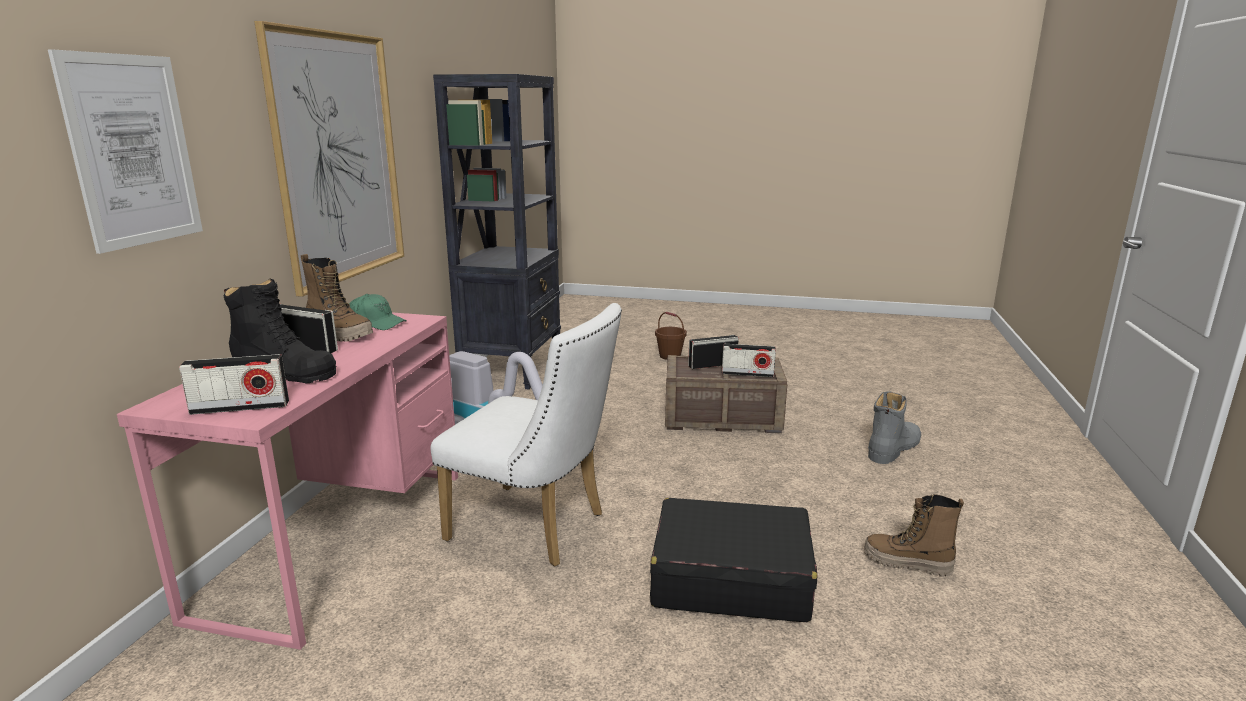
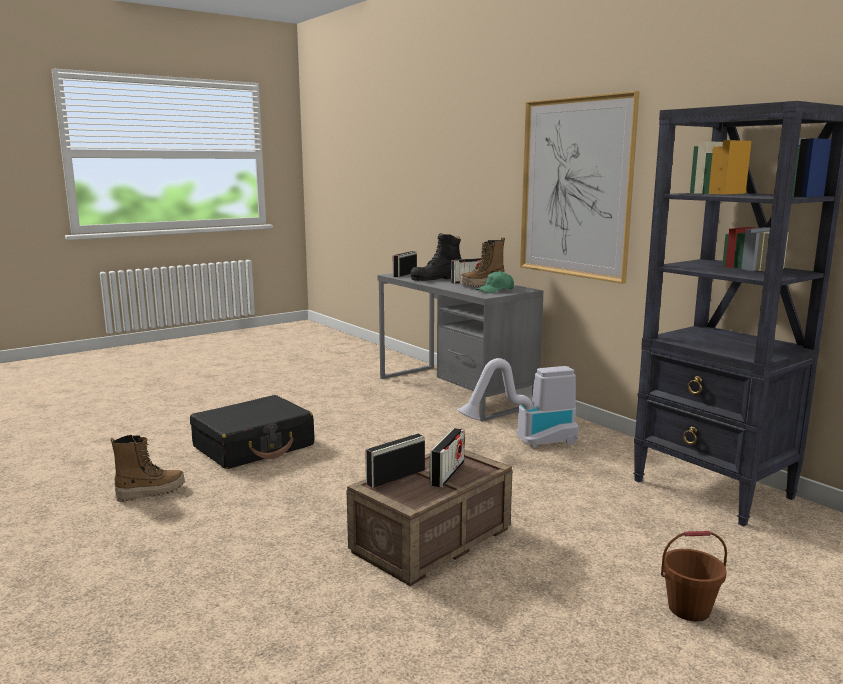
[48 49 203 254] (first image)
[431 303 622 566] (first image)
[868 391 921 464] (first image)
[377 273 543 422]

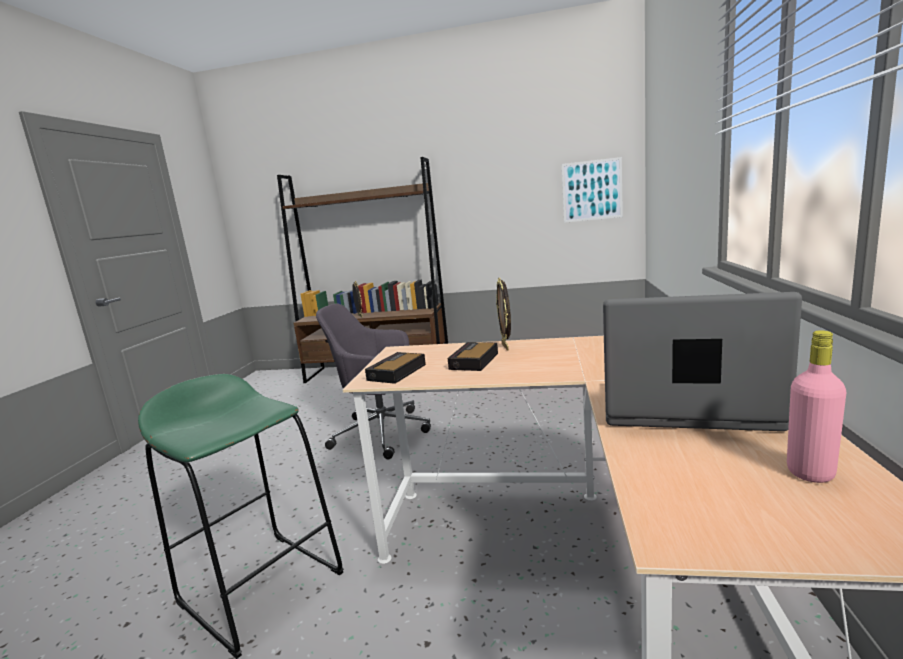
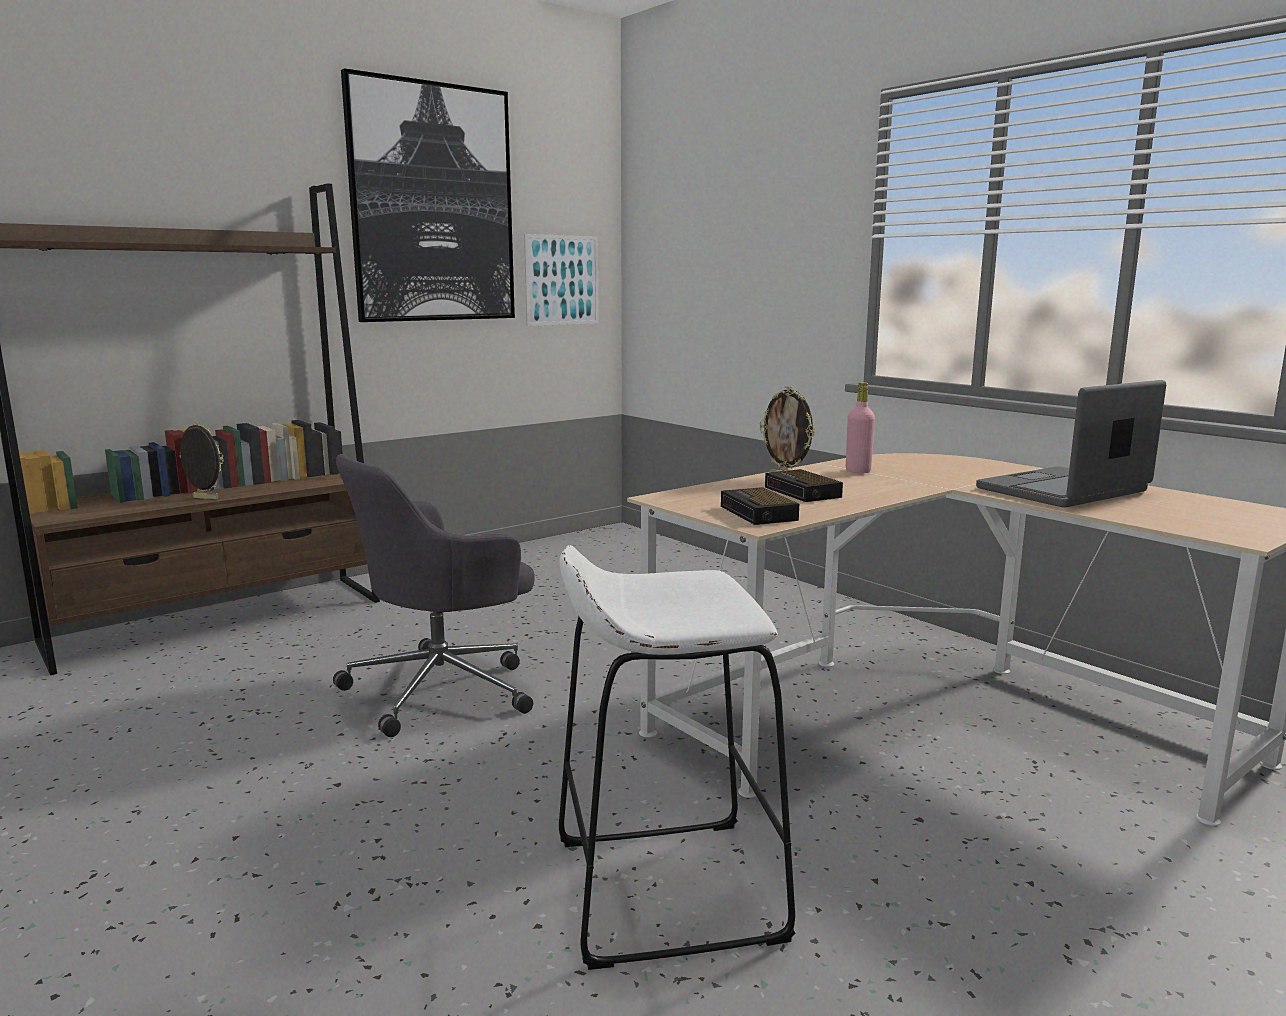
[341 68 515 322]
[846 382 875 474]
[559 545 796 970]

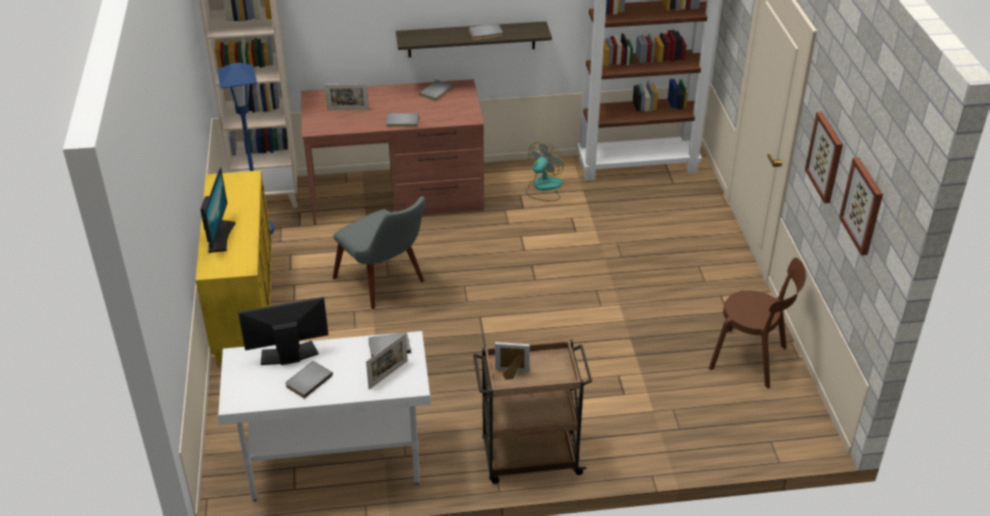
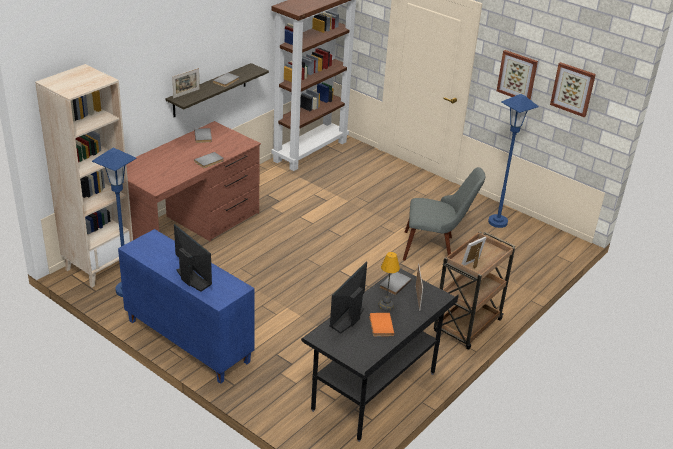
[526 141 564 201] (first image)
[378 252 400 311]
[172 68 200 98]
[403 167 485 261]
[488 94 539 228]
[118 229 255 384]
[301 268 459 442]
[370 313 394 336]

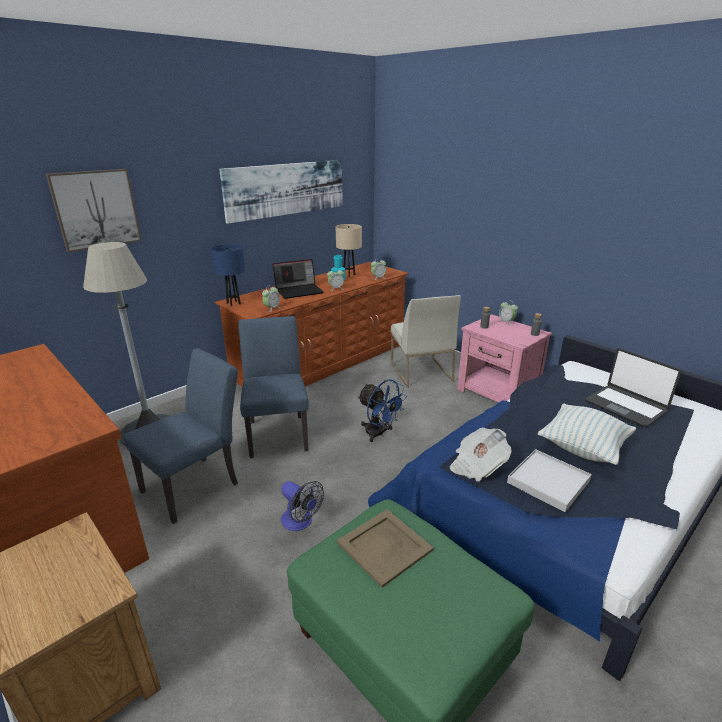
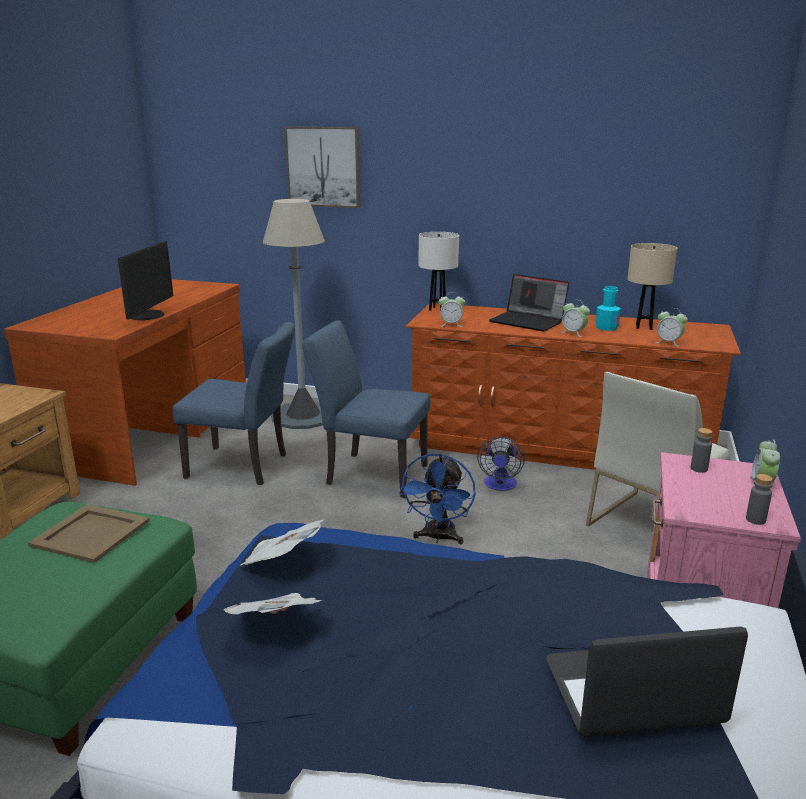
[219 160 343 224] (first image)
[538 404 636 465] (first image)
[118 241 173 320]
[477 437 525 491]
[223 593 323 614]
[419 232 459 311]
[302 320 430 498]
[546 626 748 737]

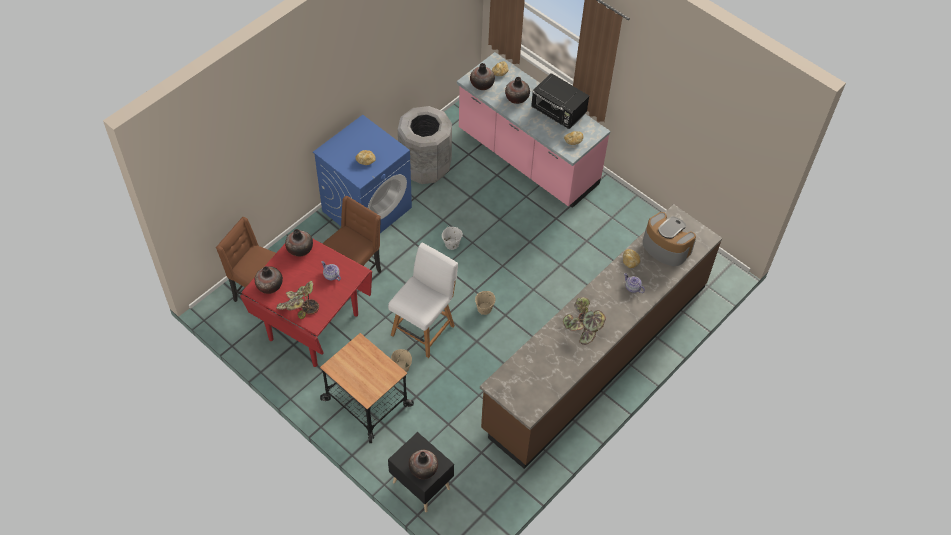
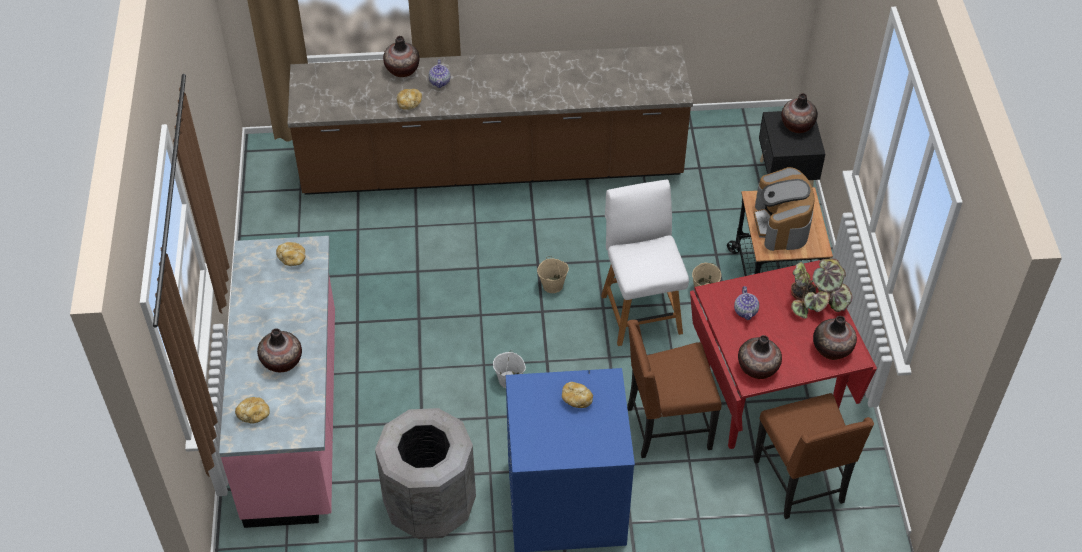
[531 73 589 129] (first image)
[563 297 606 345] (first image)
[383 36 420 77]
[754 167 815 251]
[601 180 689 346]

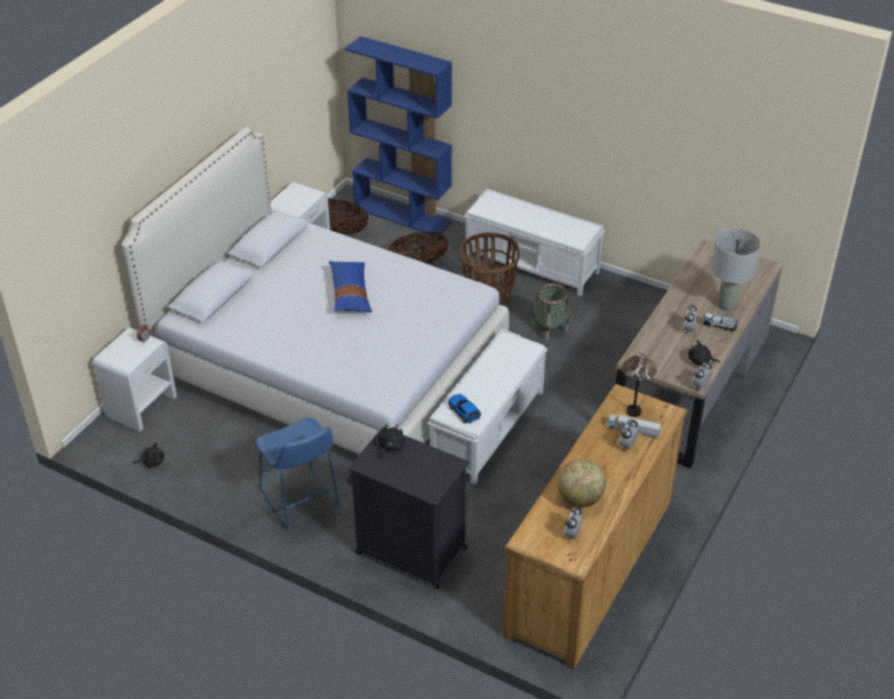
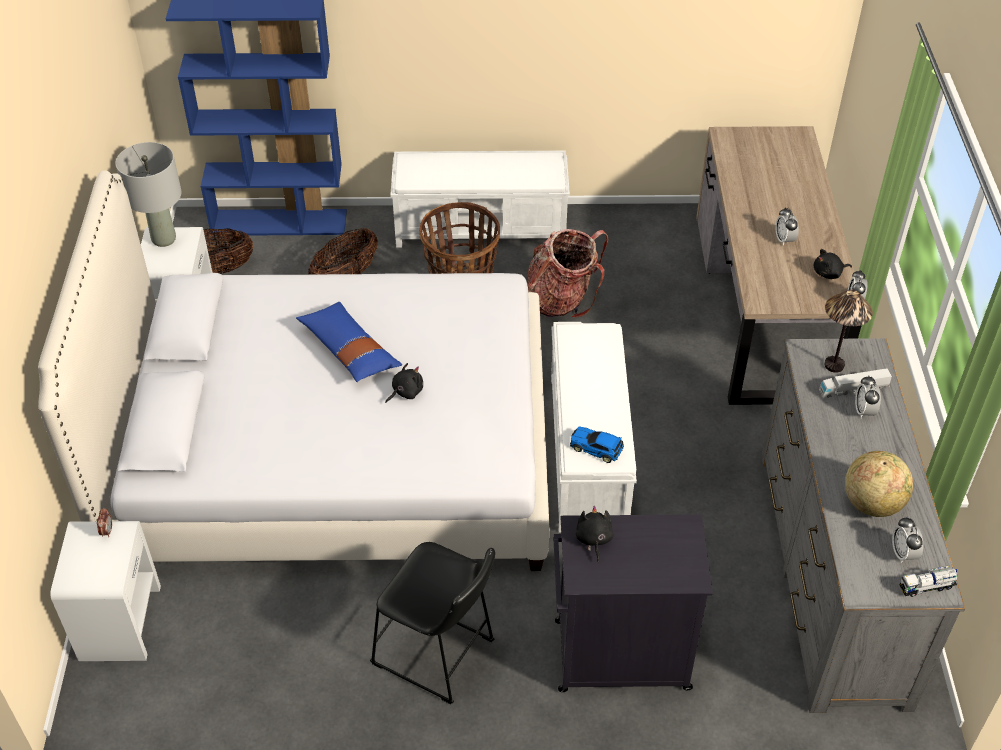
[385 363 423 403]
[900 566 958 597]
[116 142 182 247]
[527 229 608 318]
[370 542 495 704]
[761 338 965 713]

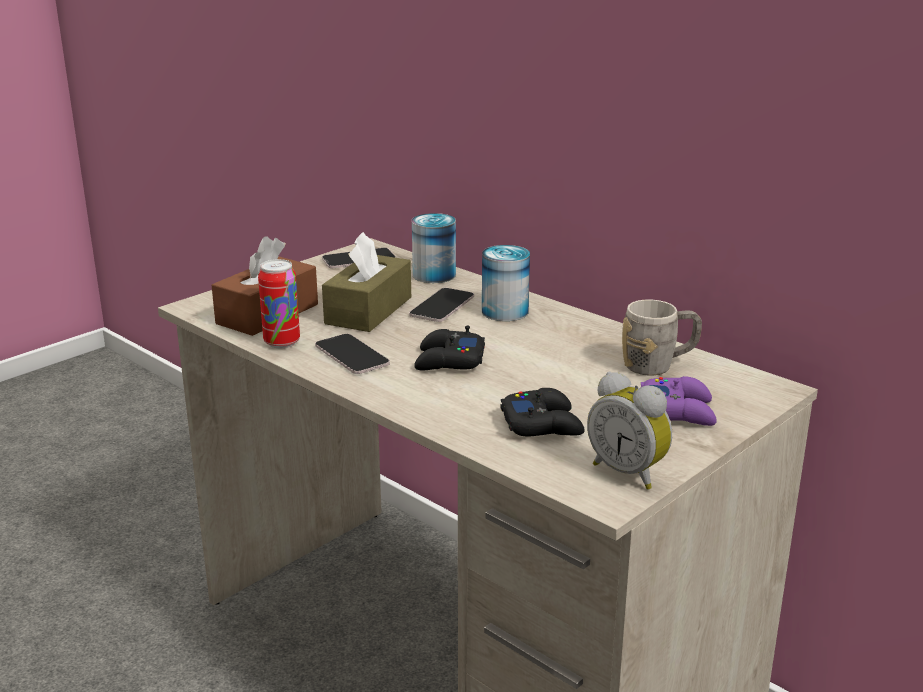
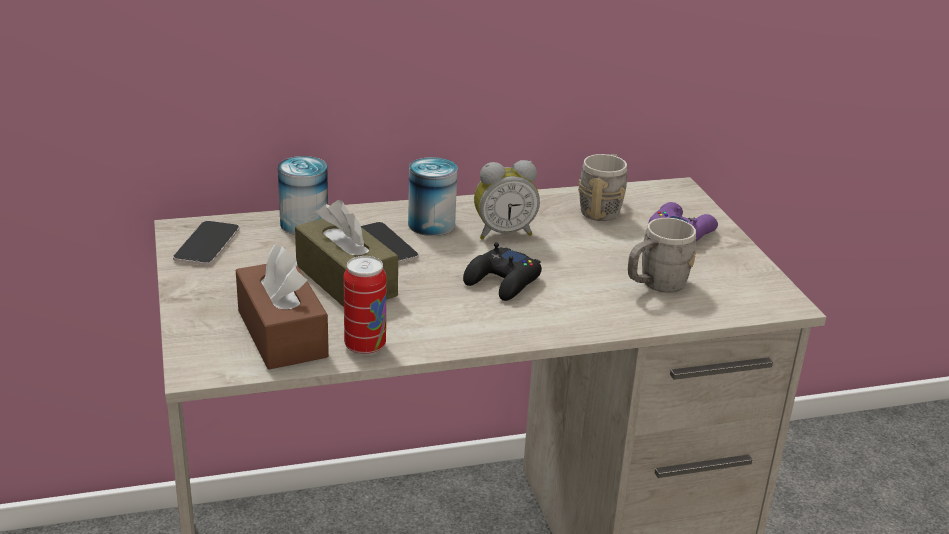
[315 334 390 374] (first image)
[474 160 540 240]
[628 218 696 293]

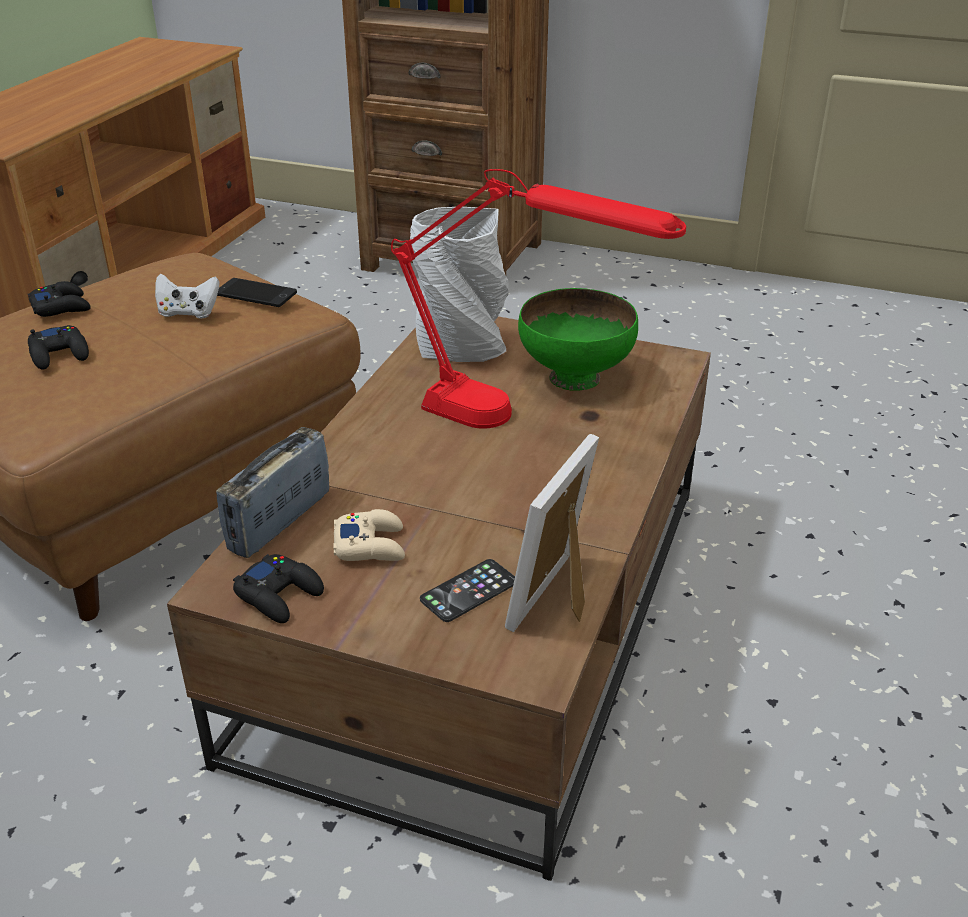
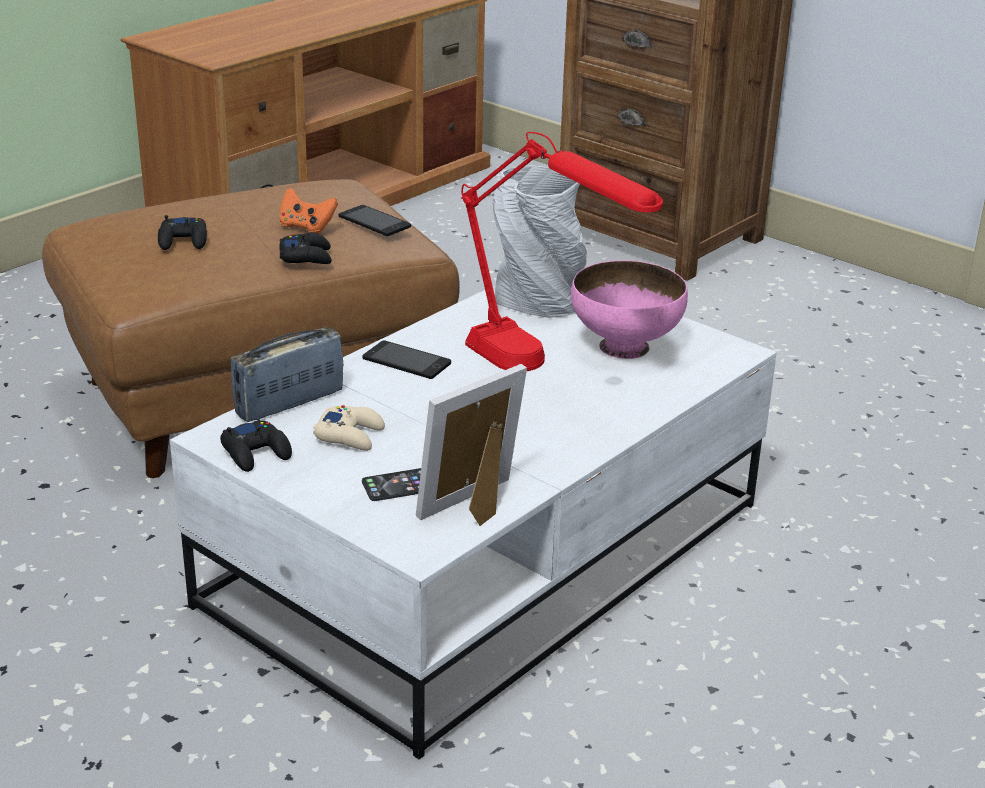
[362 340 451 379]
[280 233 332 264]
[280 188 338 233]
[170 285 777 759]
[571 260 688 359]

